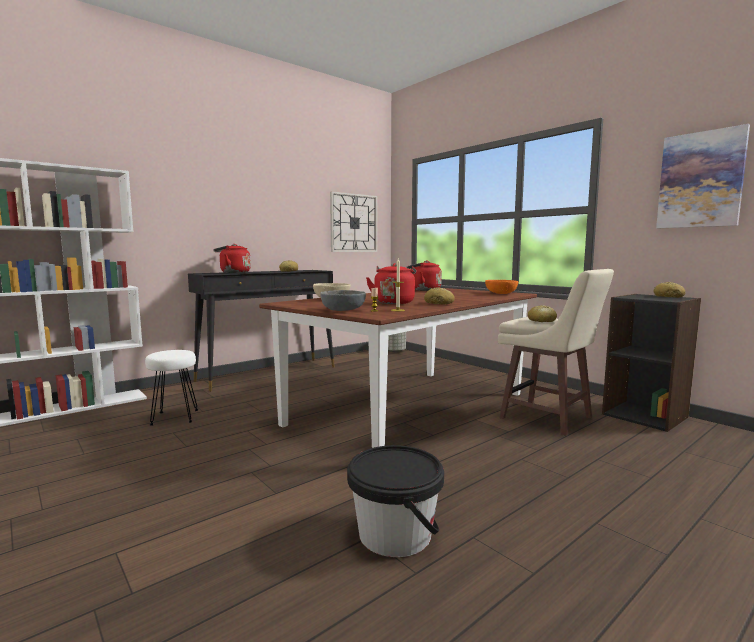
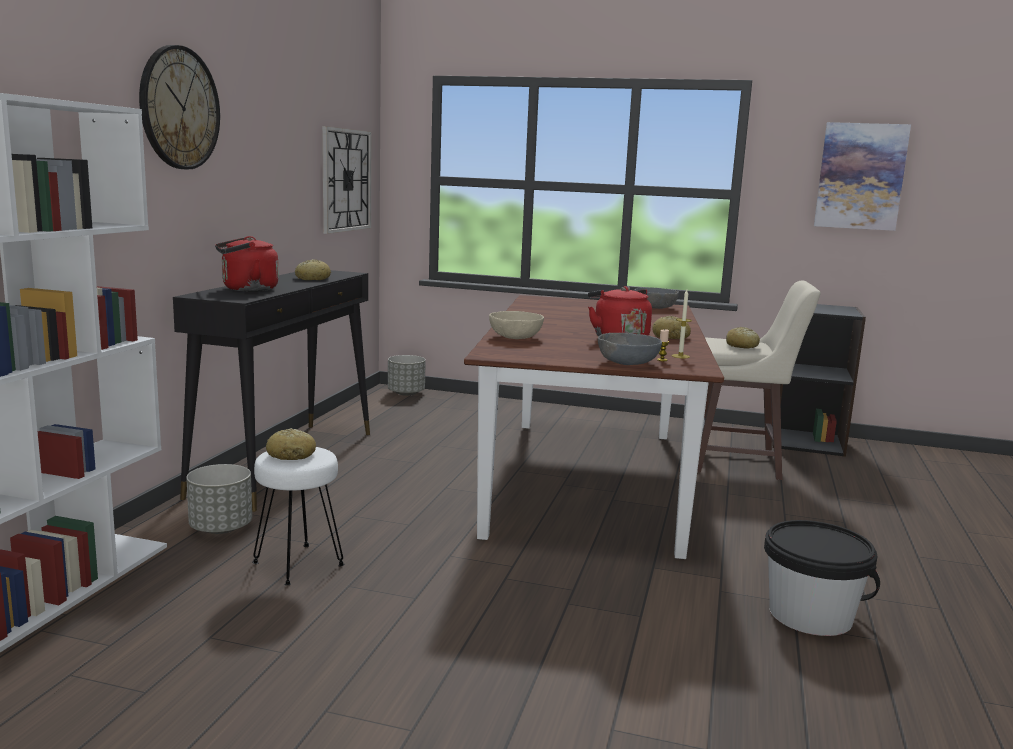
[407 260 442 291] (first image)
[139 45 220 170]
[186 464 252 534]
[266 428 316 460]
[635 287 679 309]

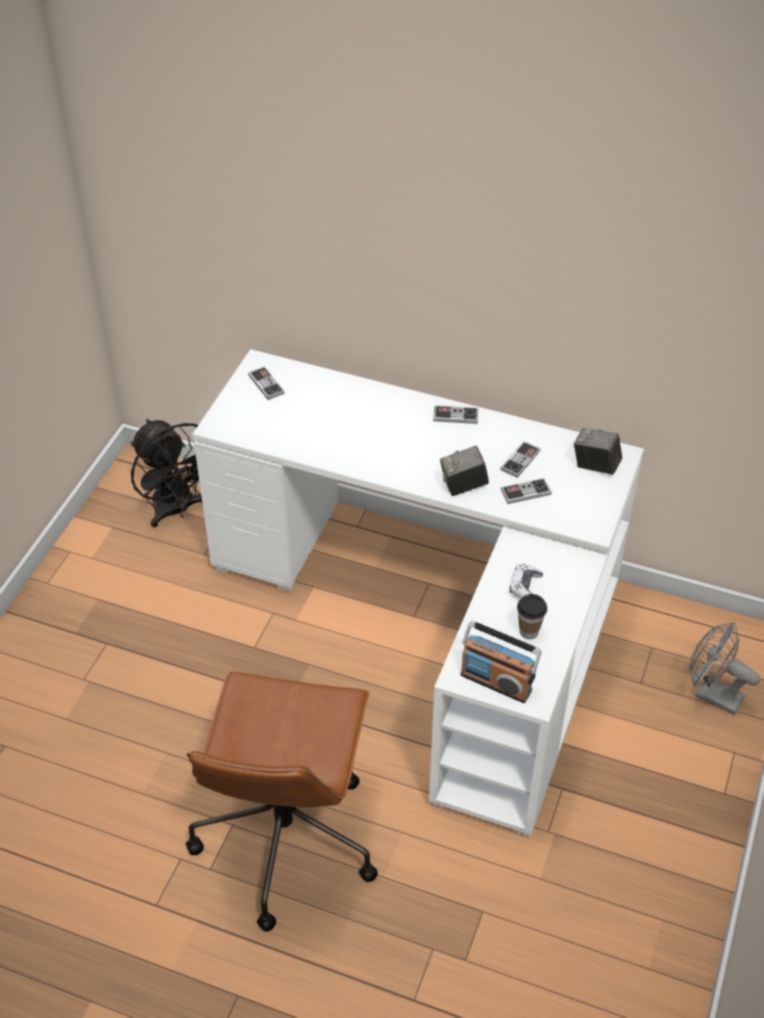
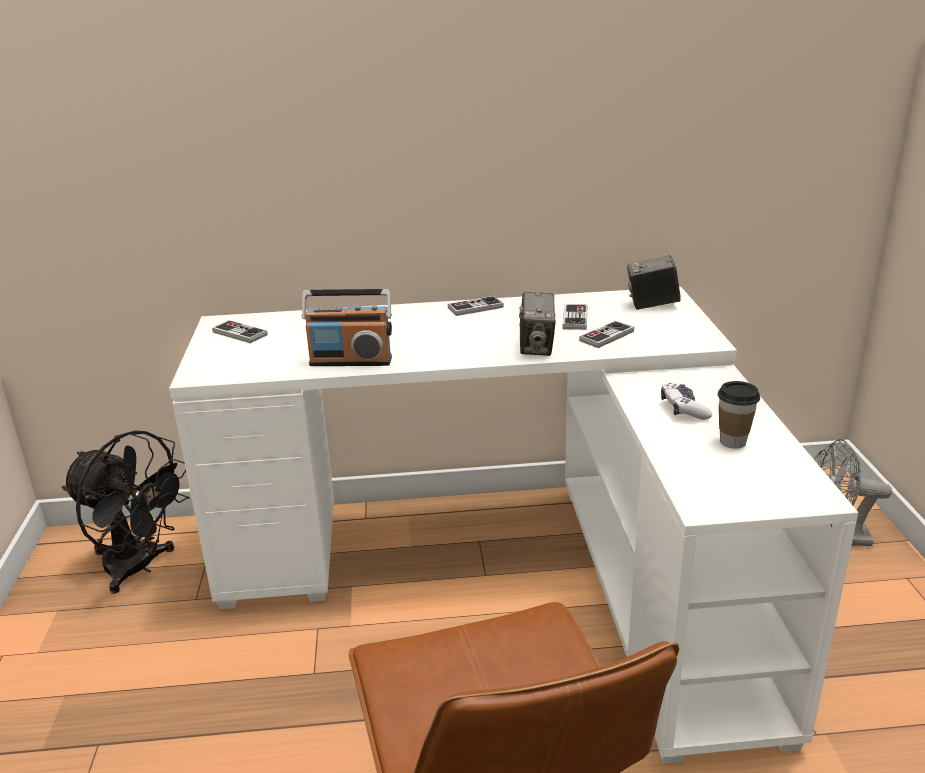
[302 289 392 366]
[519 292 556 356]

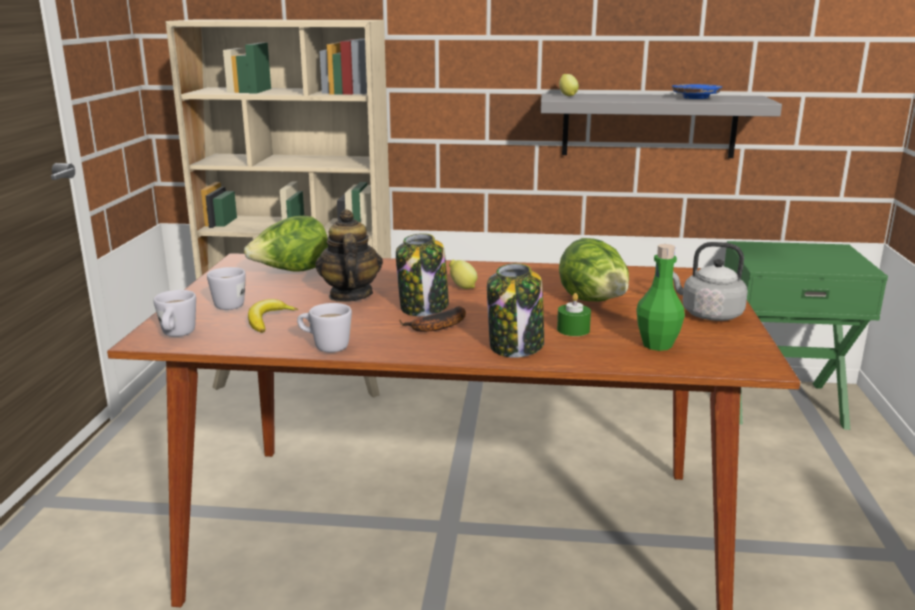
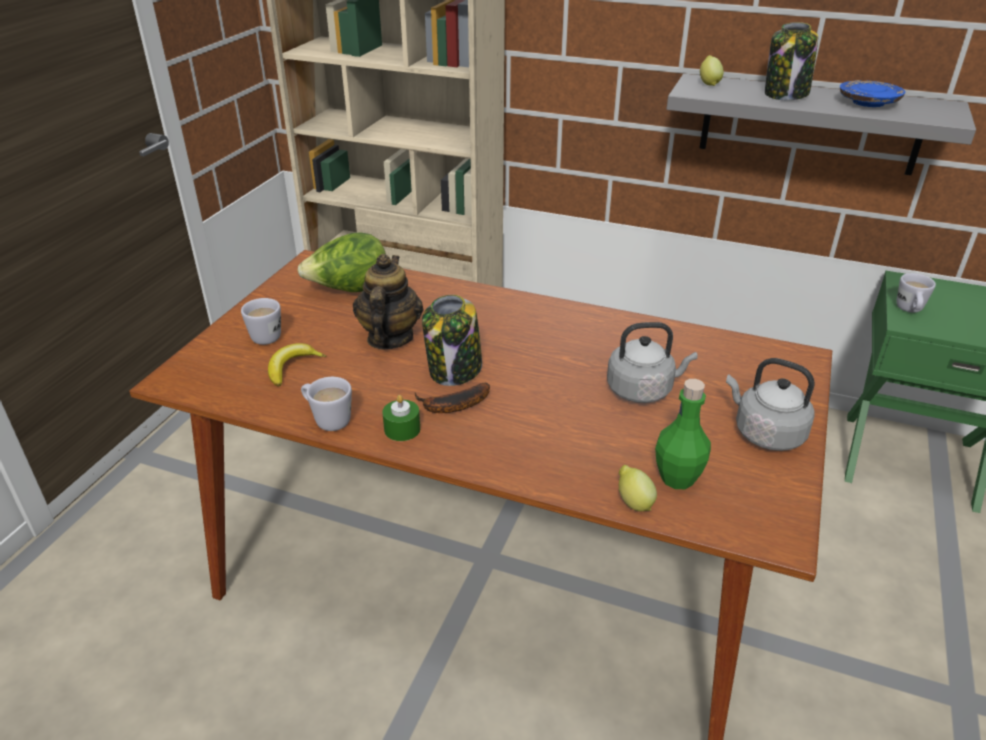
[897 273 936 313]
[619 465 657 511]
[765 22 818 100]
[382 395 420 441]
[607 322 698 403]

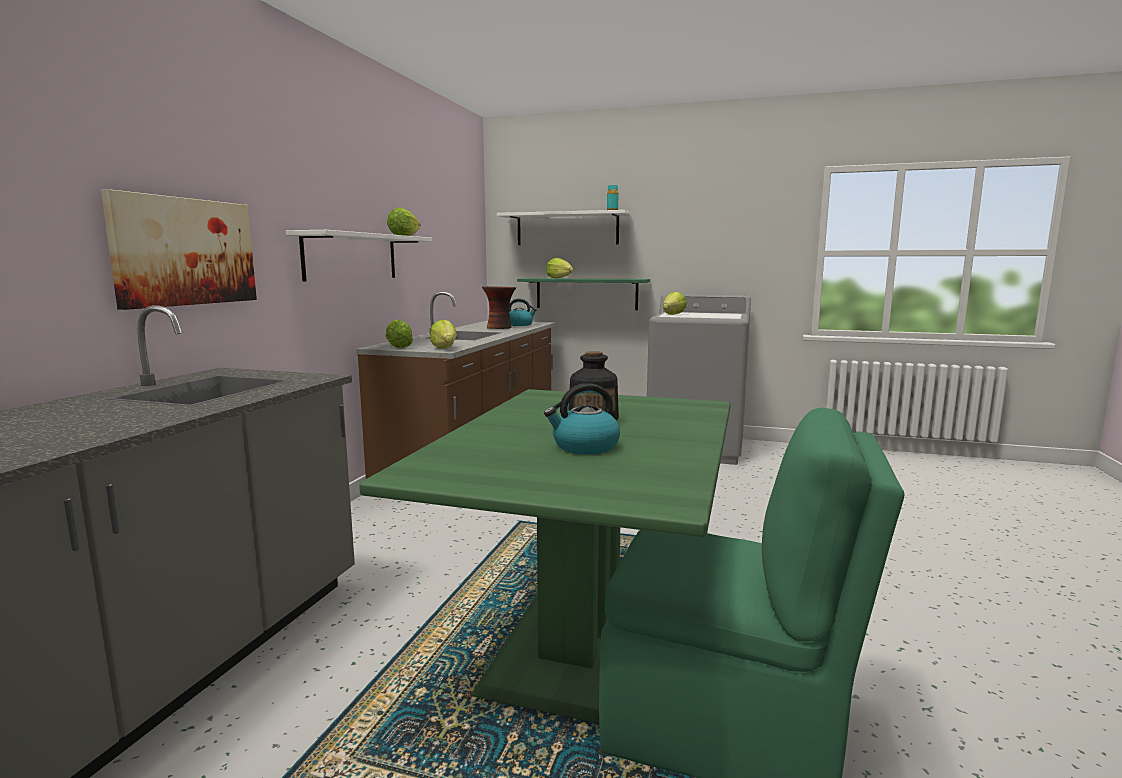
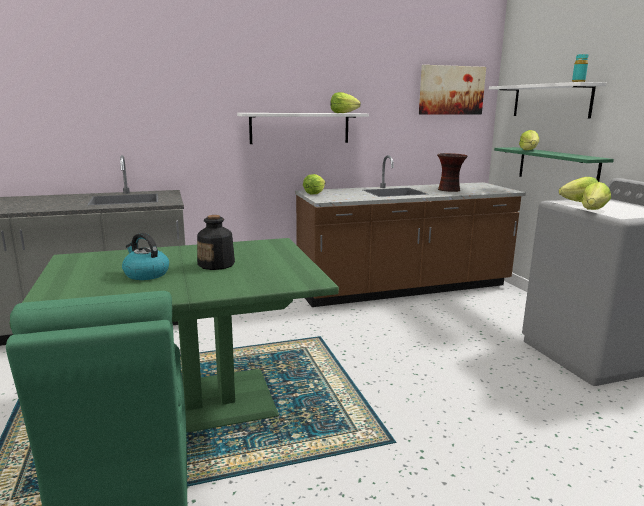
[509 299 537 326] (first image)
[419 65 486 115]
[581 182 611 210]

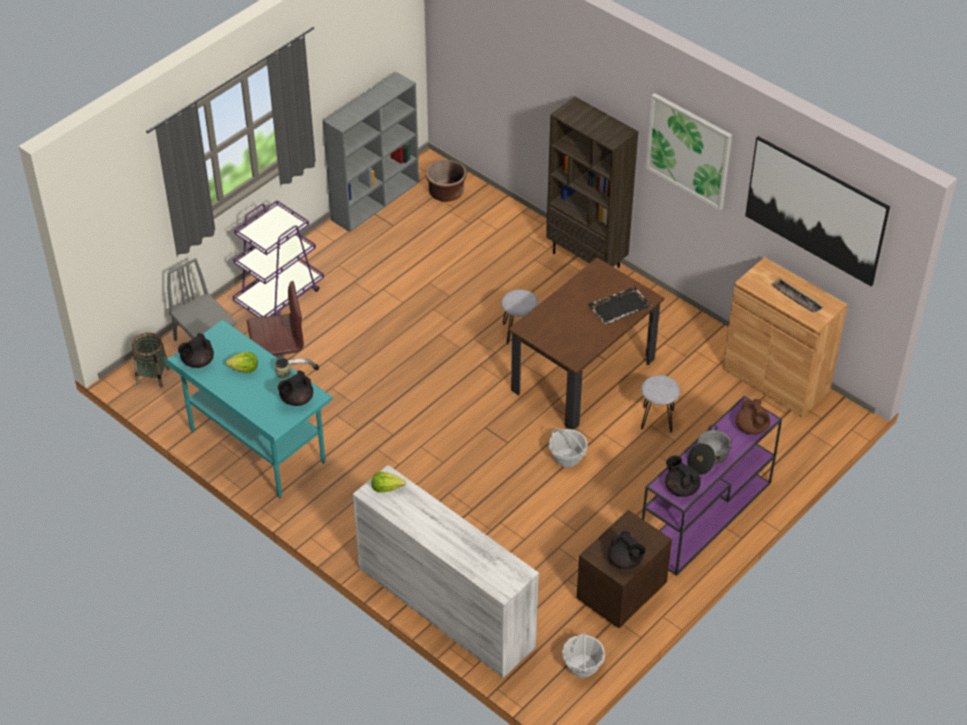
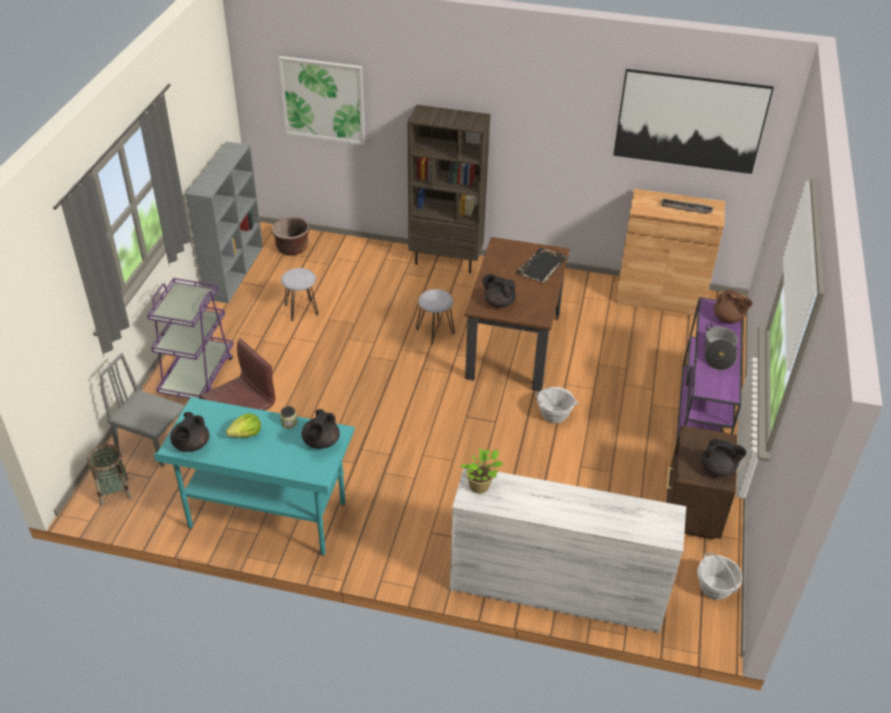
[281 268 318 321]
[278 56 365 145]
[482 274 516 308]
[461 448 503 494]

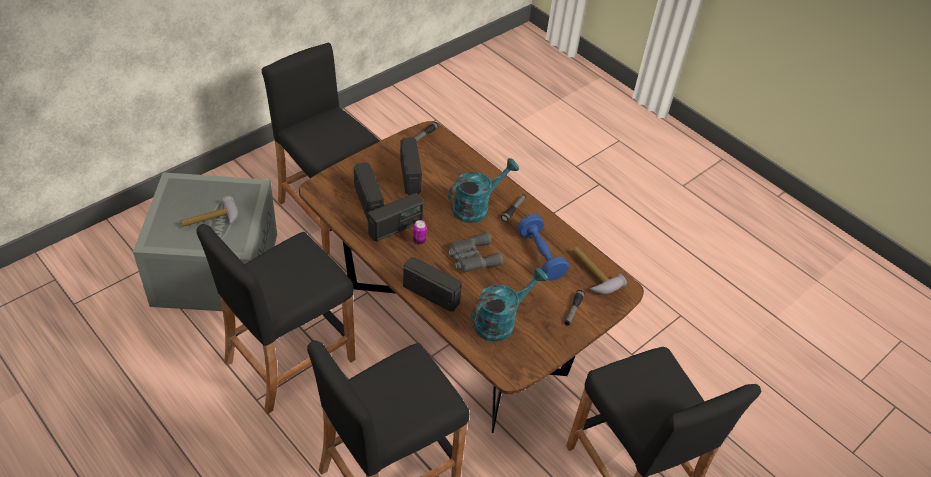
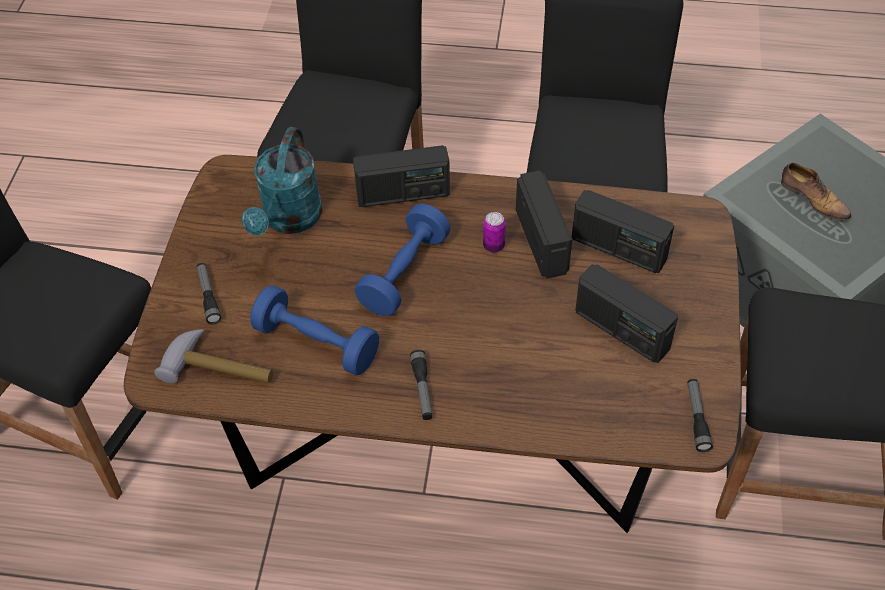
[448 158 519 223] (first image)
[781 163 851 221]
[355 204 451 316]
[516 170 572 279]

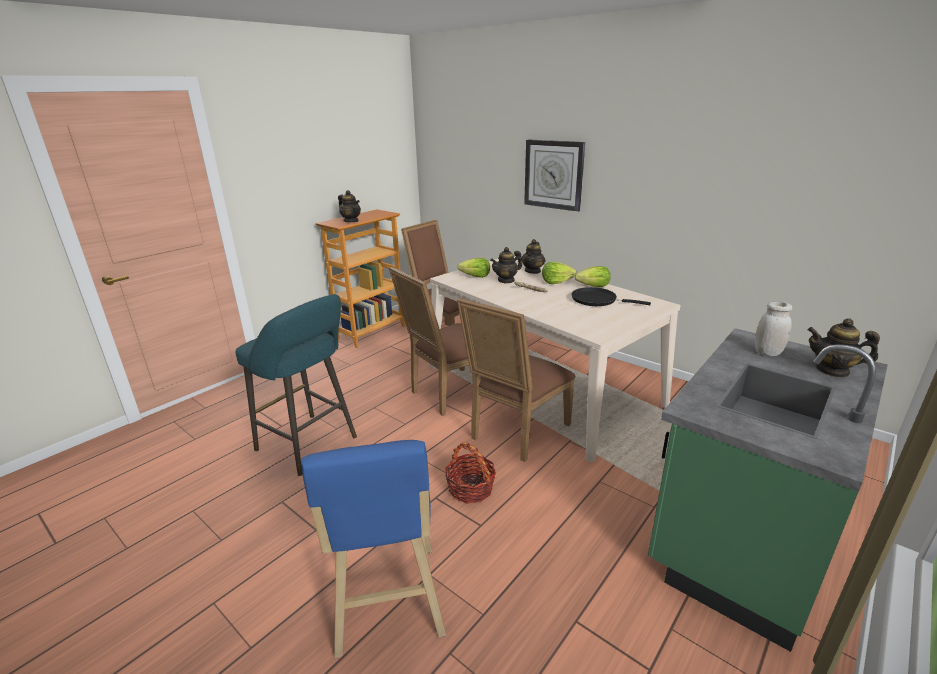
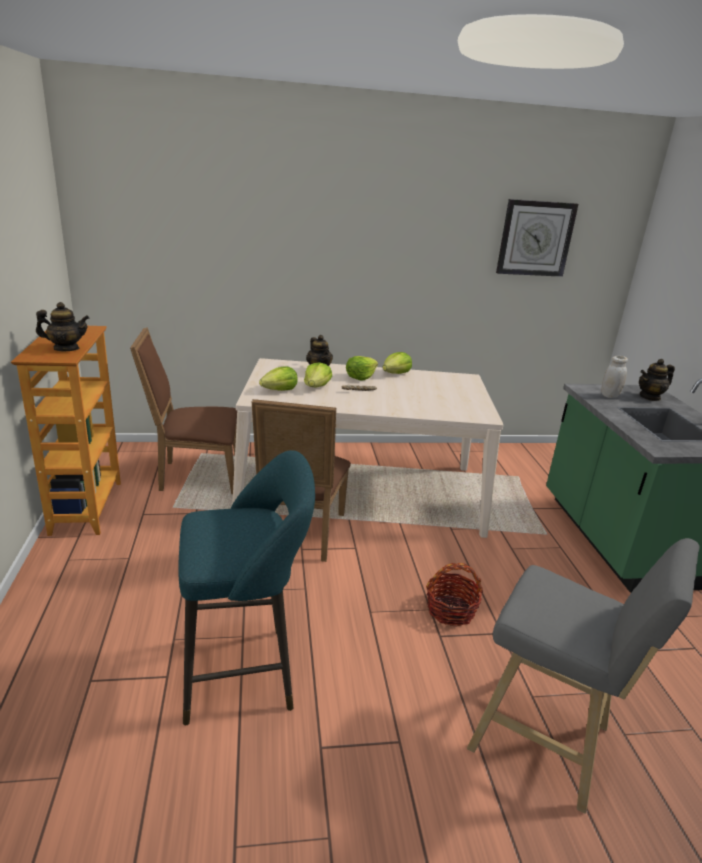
[457 298 575 462] (first image)
[572 287 651 306] (first image)
[496 199 578 277]
[304 362 332 387]
[467 538 700 814]

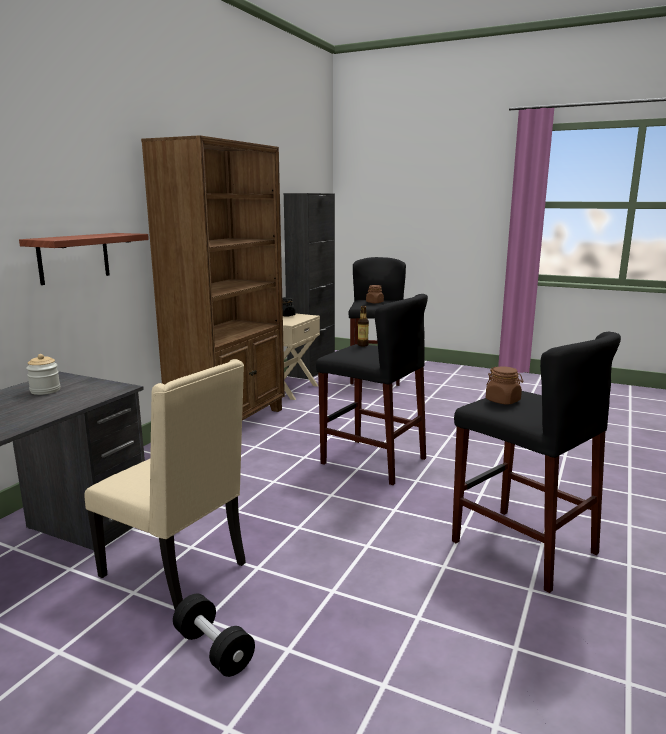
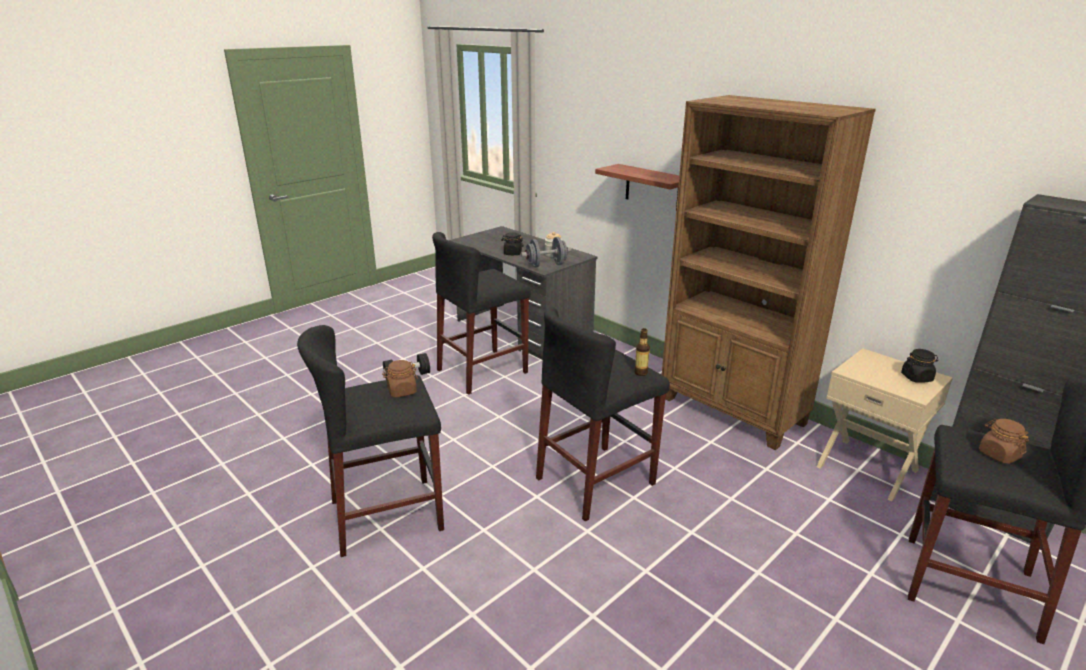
[501 233 524 255]
[521 237 571 268]
[432 232 531 395]

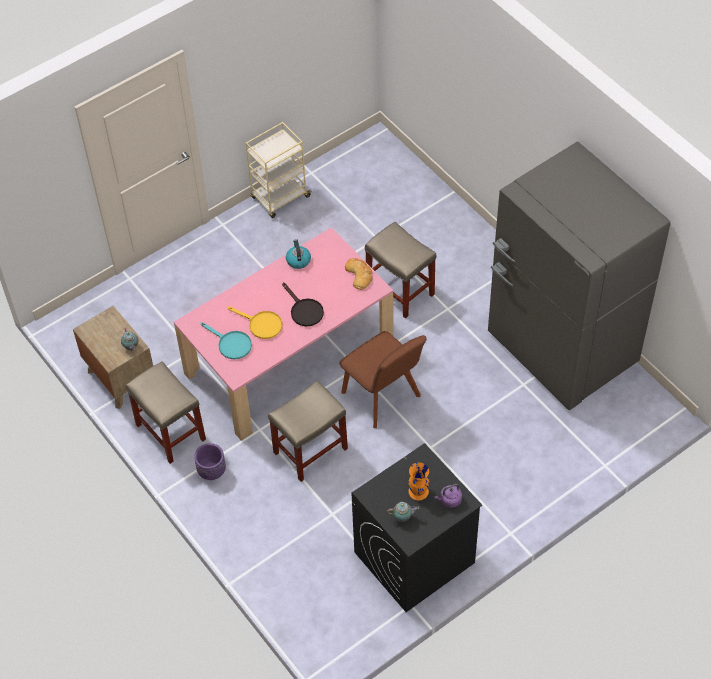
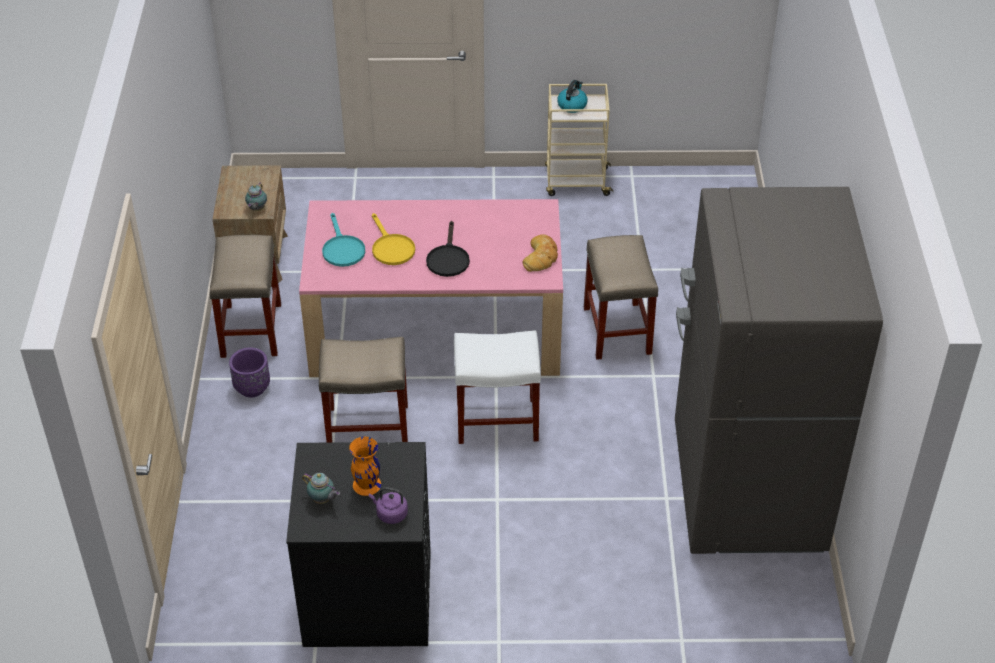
[557 80 588 113]
[454 330 541 444]

